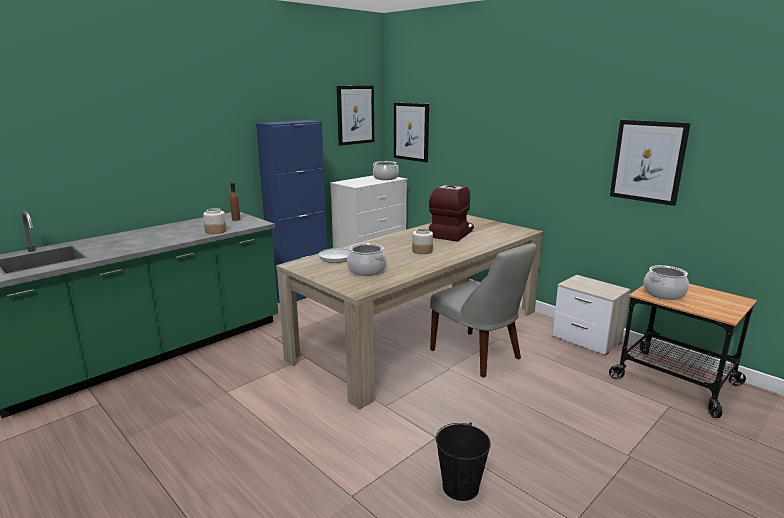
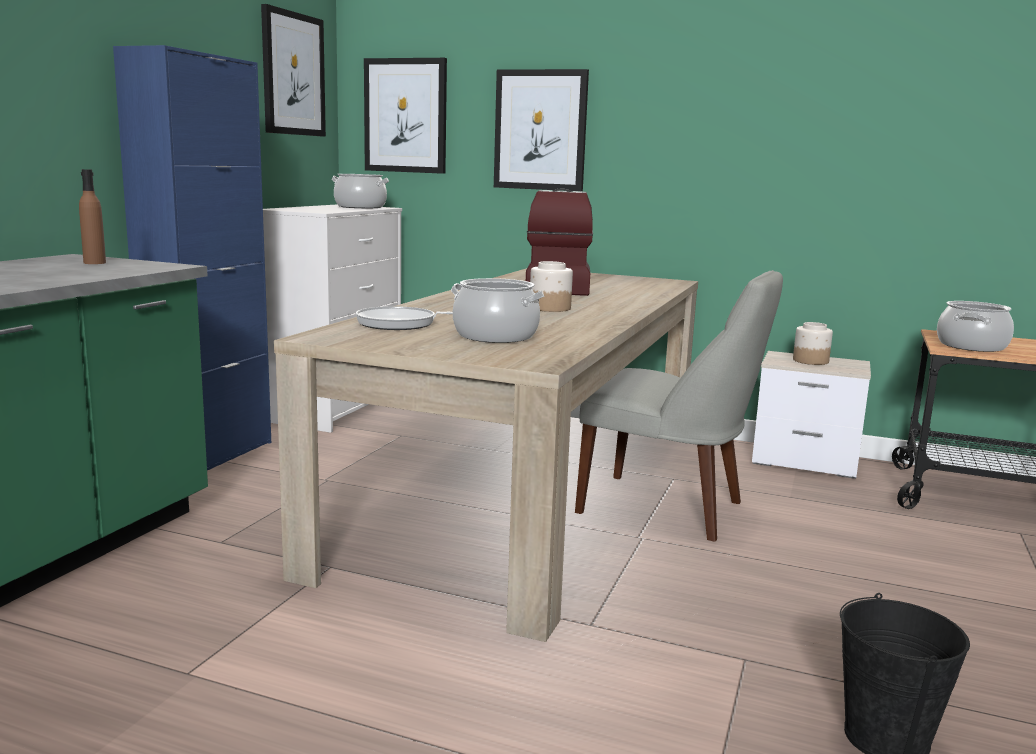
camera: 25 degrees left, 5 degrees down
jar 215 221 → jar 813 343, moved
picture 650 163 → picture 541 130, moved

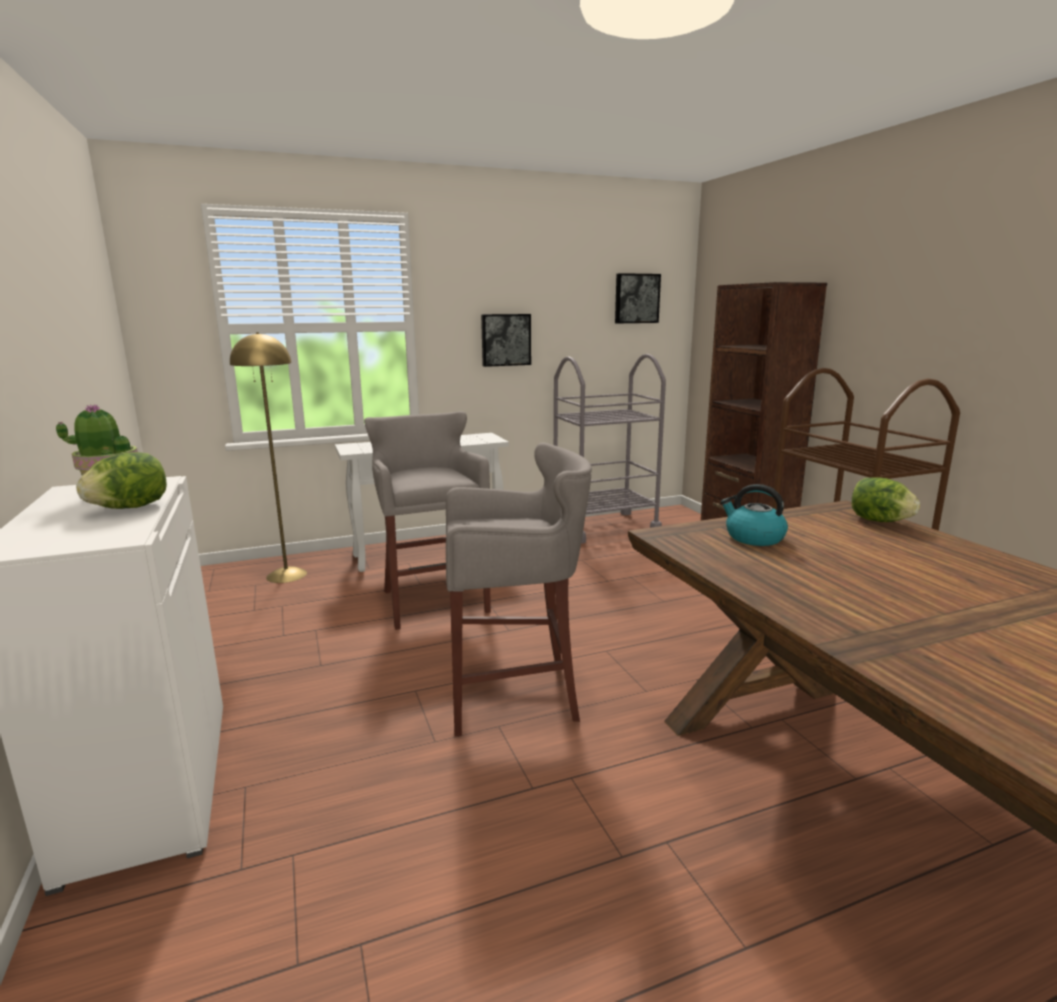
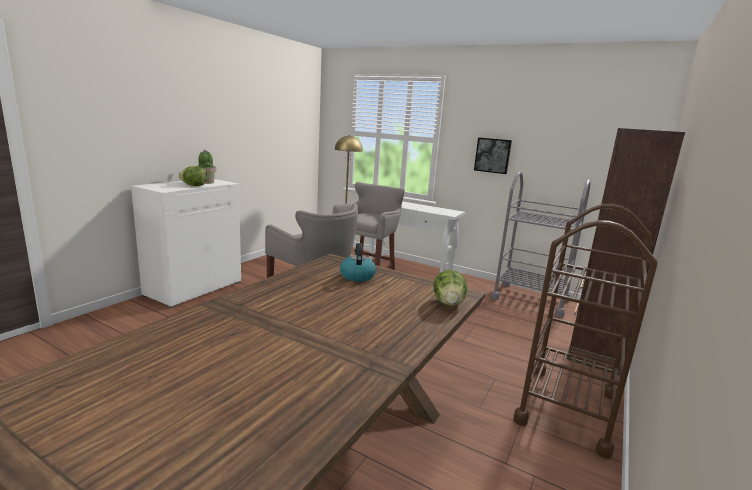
camera: 50 degrees right, 0 degrees up
picture 638 298 → -

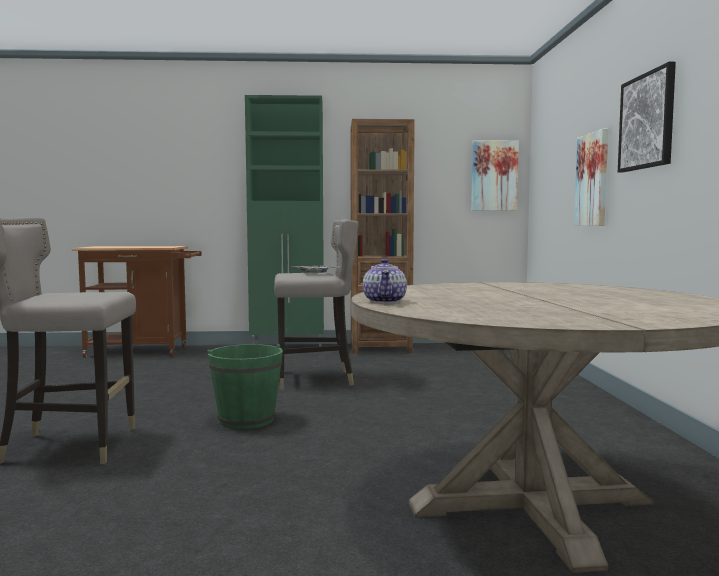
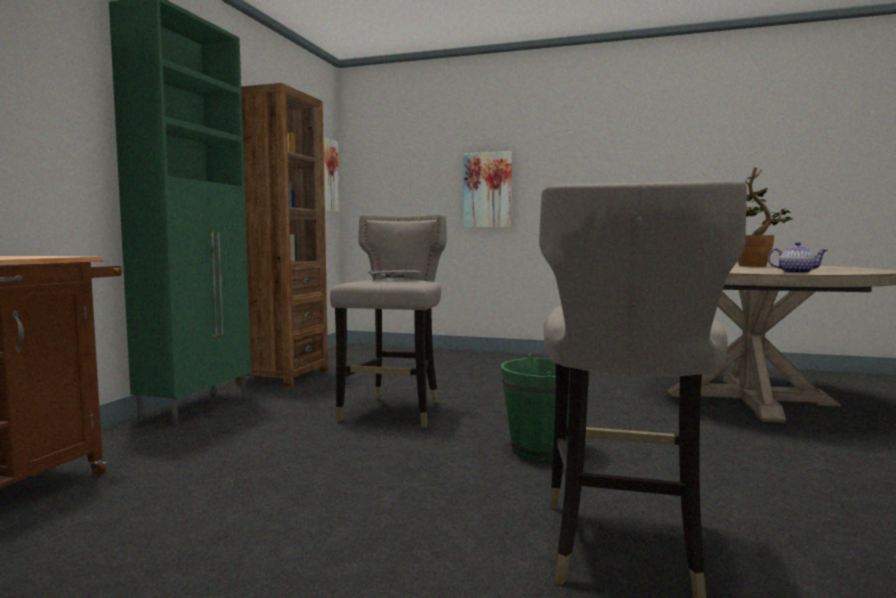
camera: 70 degrees left, 0 degrees up
picture 647 117 → -
- → potted plant 765 217

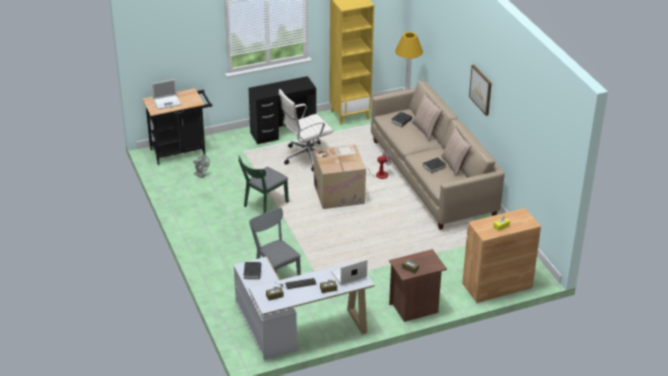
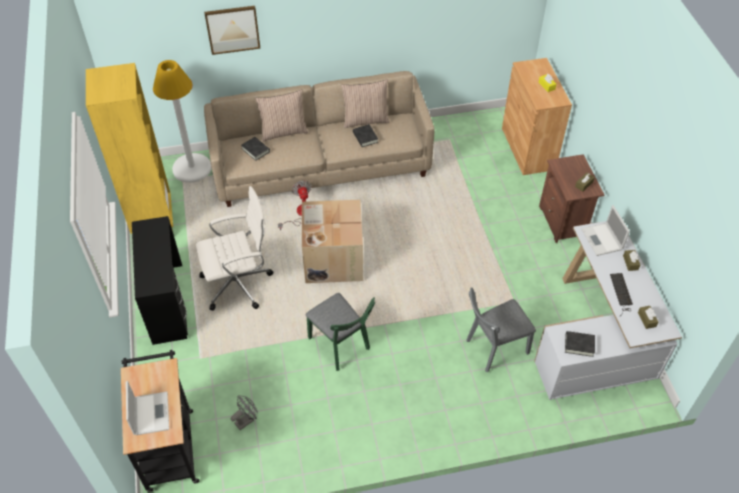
camera: 80 degrees left, 15 degrees up
picture 480 90 → picture 232 30, moved
office chair (white) 306 130 → office chair (white) 235 248, 90 degrees counterclockwise

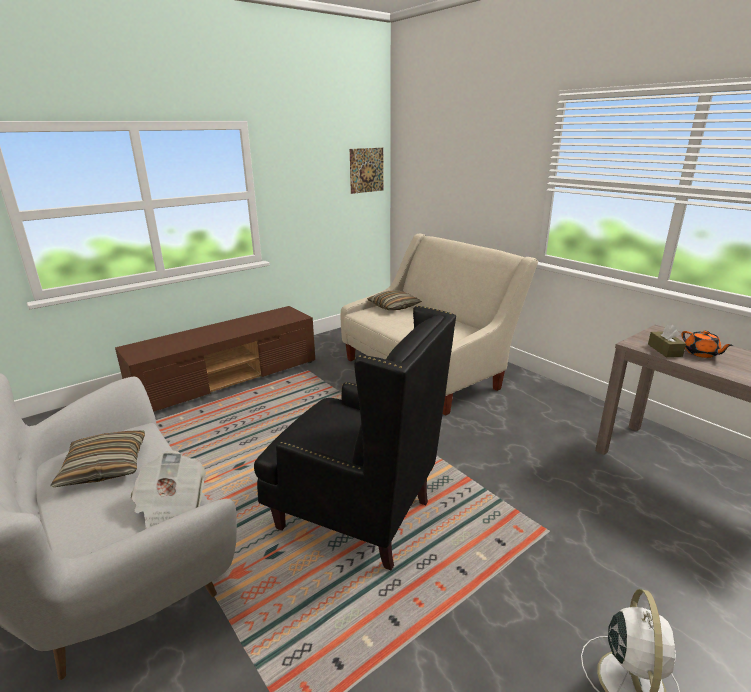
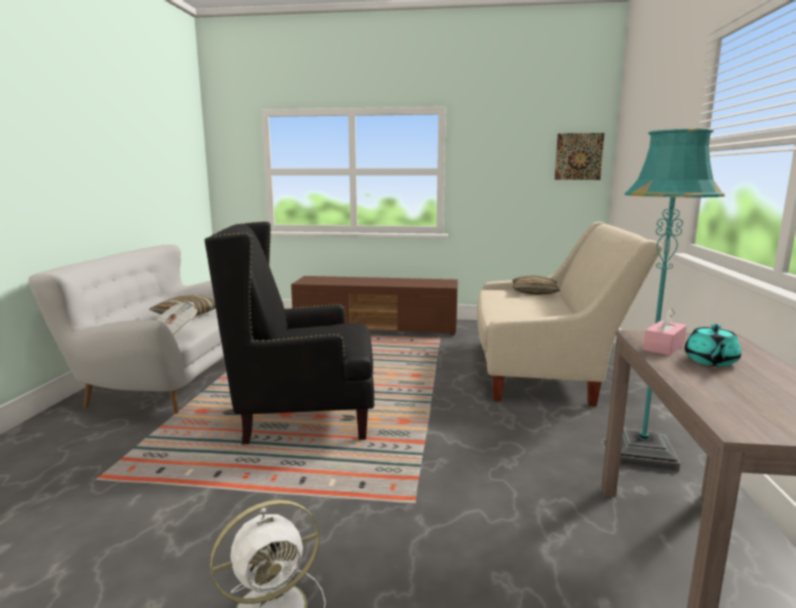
camera: 45 degrees right, 10 degrees down
- → floor lamp (turquoise) 672 300
tissue box (brown) 667 341 → tissue box (pink) 665 332
teapot (orange) 707 344 → teapot (turquoise) 713 345
armchair (black) 355 438 → armchair (black) 289 332, 105 degrees clockwise

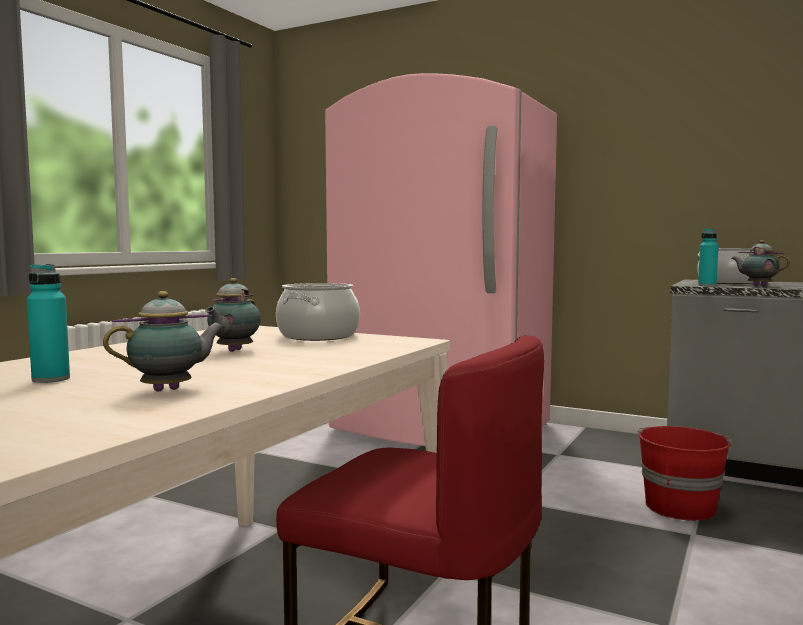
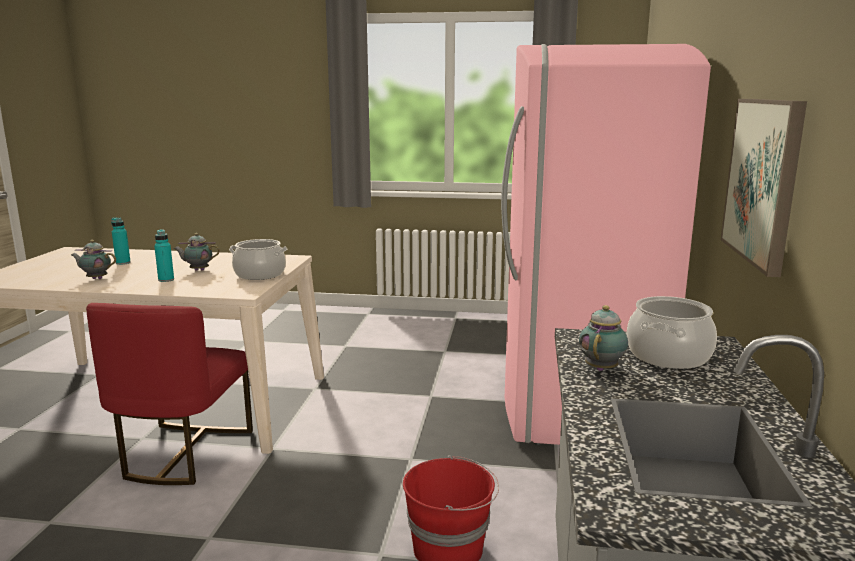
camera: 70 degrees right, 10 degrees up
- → picture 764 188
bottle (turquoise) 708 257 → bottle (turquoise) 164 255, moved
teapot 164 341 → teapot 93 259, 150 degrees clockwise

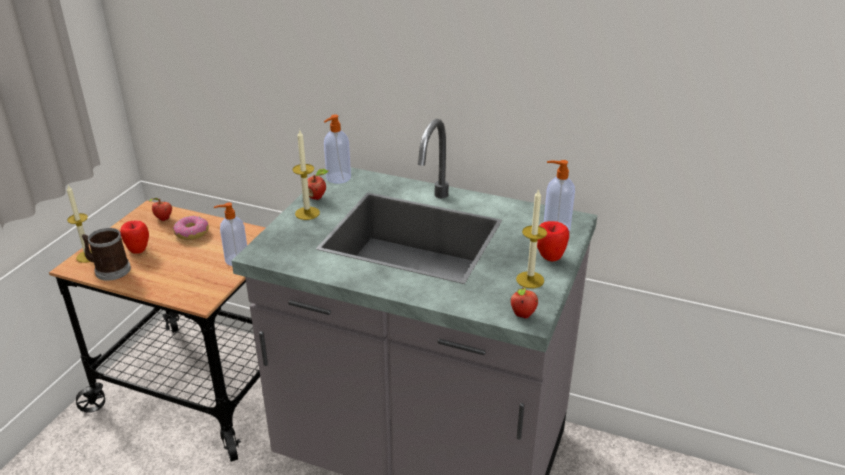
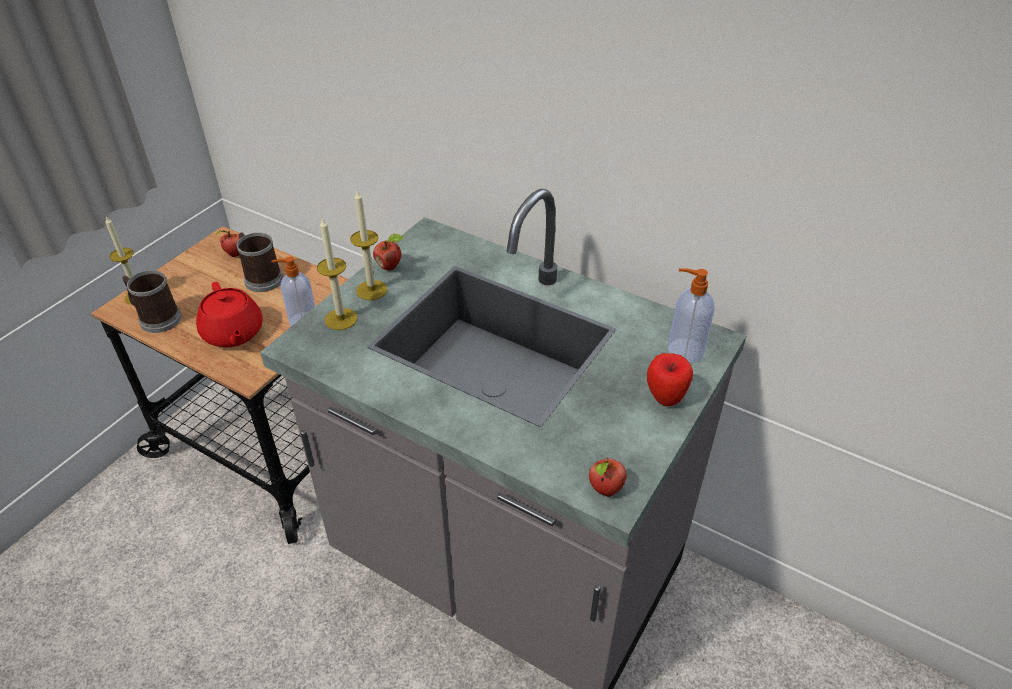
camera: 10 degrees right, 10 degrees up
apple 134 237 → -
soap dispenser 337 148 → -
- → teapot (red) 229 314
candle 531 238 → candle 337 273, moved
donut 191 228 → mug 260 262

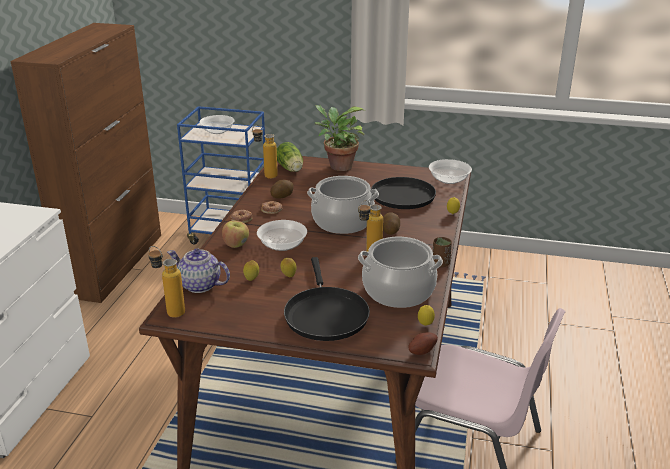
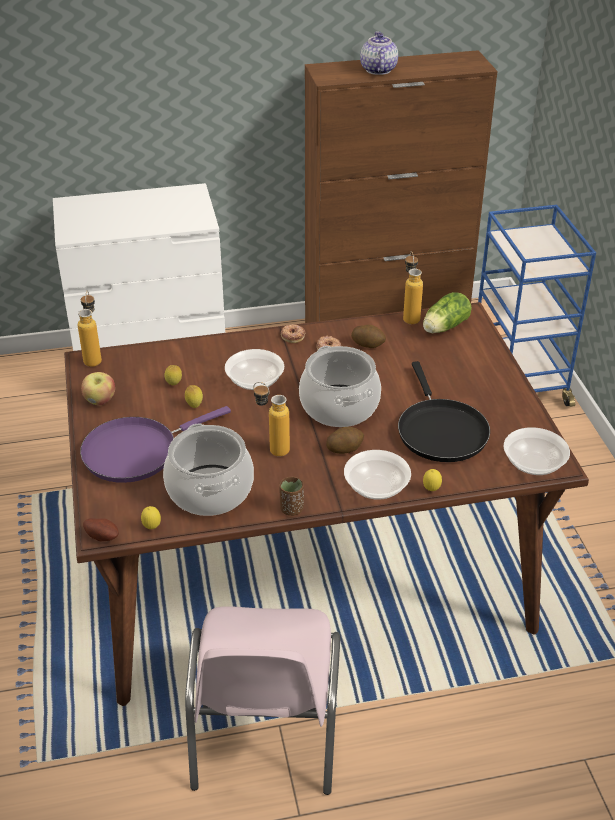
camera: 65 degrees right, 10 degrees up
potted plant 340 138 → -
teapot 198 271 → teapot 379 53, moved
bowl 216 124 → bowl 377 475, moved
apple 235 234 → apple 98 388, moved
frying pan (black) 327 299 → frying pan (purple) 155 444

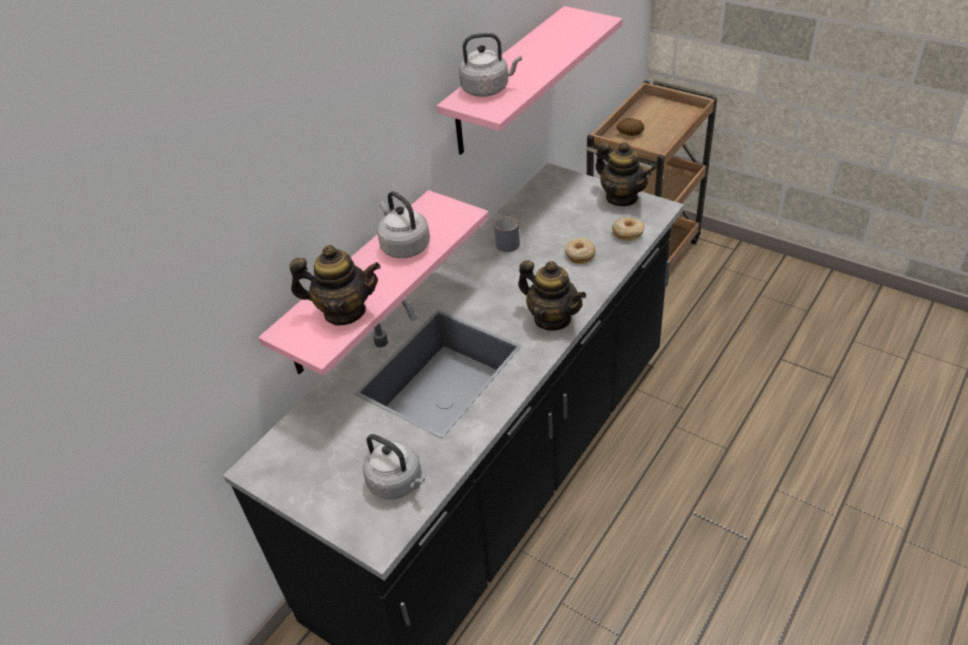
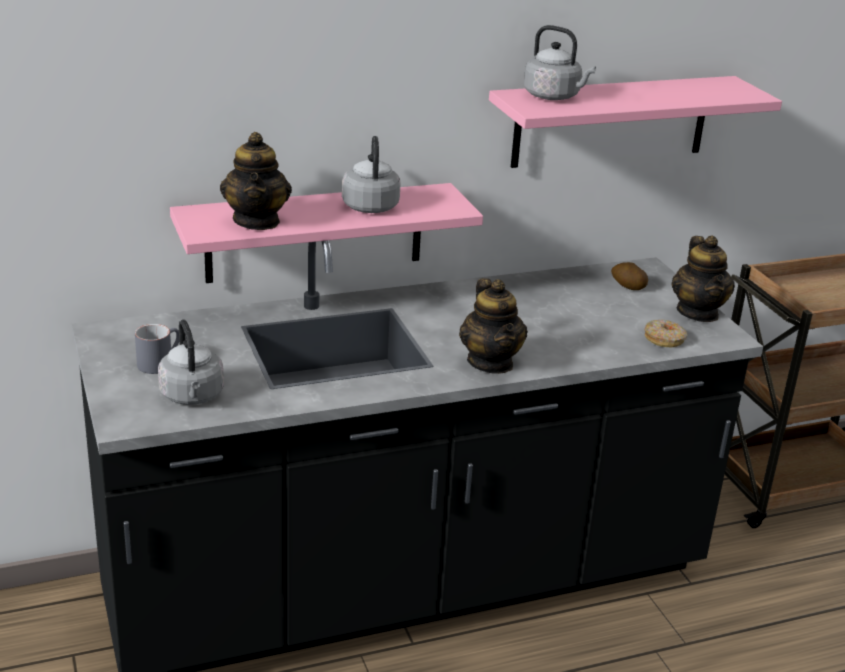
camera: 30 degrees right, 15 degrees down
donut 580 251 → -
mug (grey) 507 233 → mug (grey) 157 349, moved
potato 630 127 → potato 629 276, moved
teapot 335 285 → teapot 256 181, 45 degrees clockwise

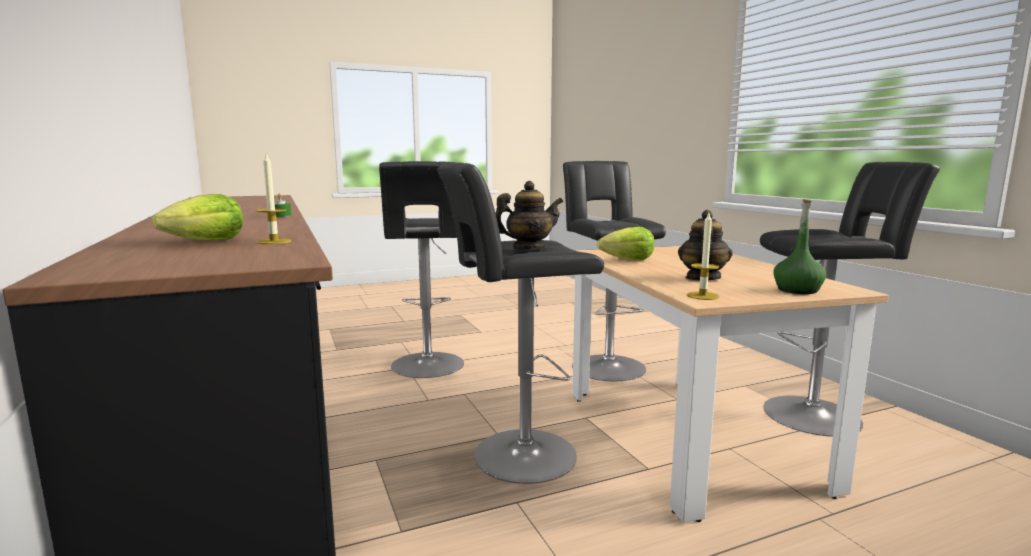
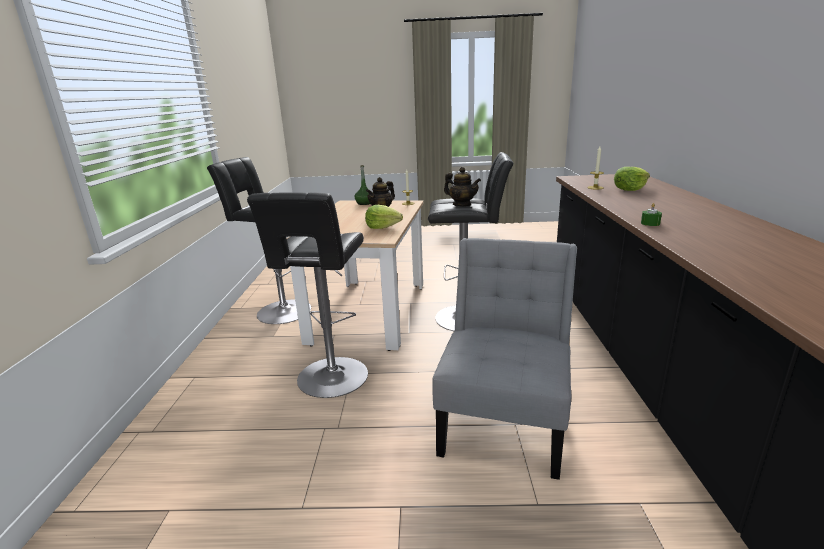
camera: 155 degrees left, 10 degrees up
stool (black) 421 269 → chair (grey) 504 359
teapot 529 215 → teapot 462 186, 150 degrees counterclockwise

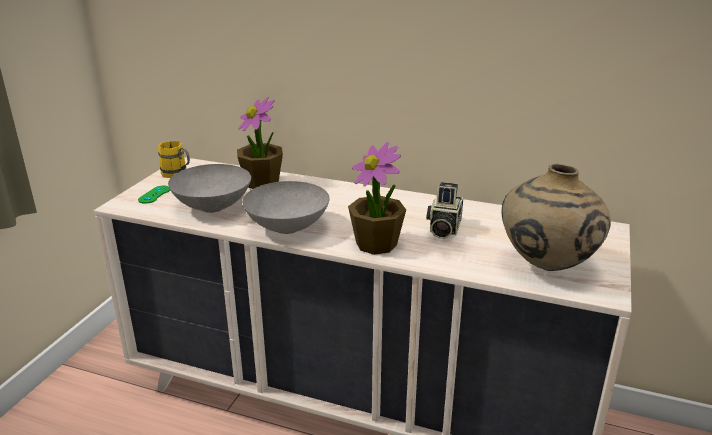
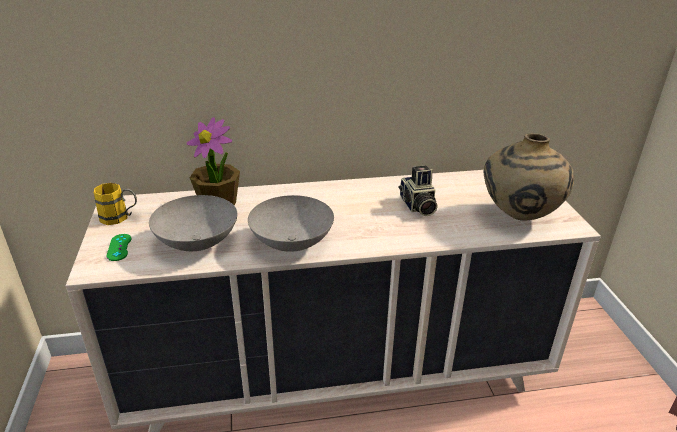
camera: 30 degrees left, 5 degrees up
potted plant 377 198 → -

